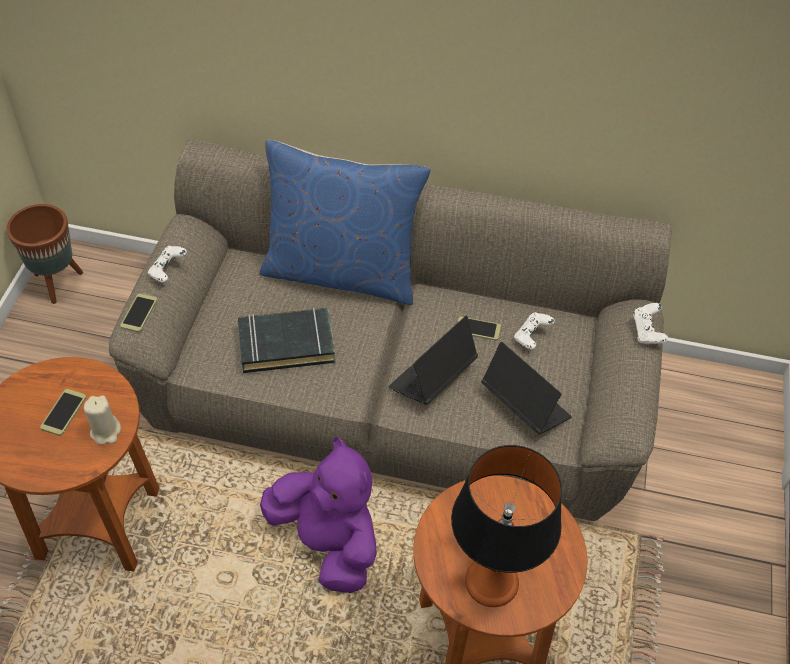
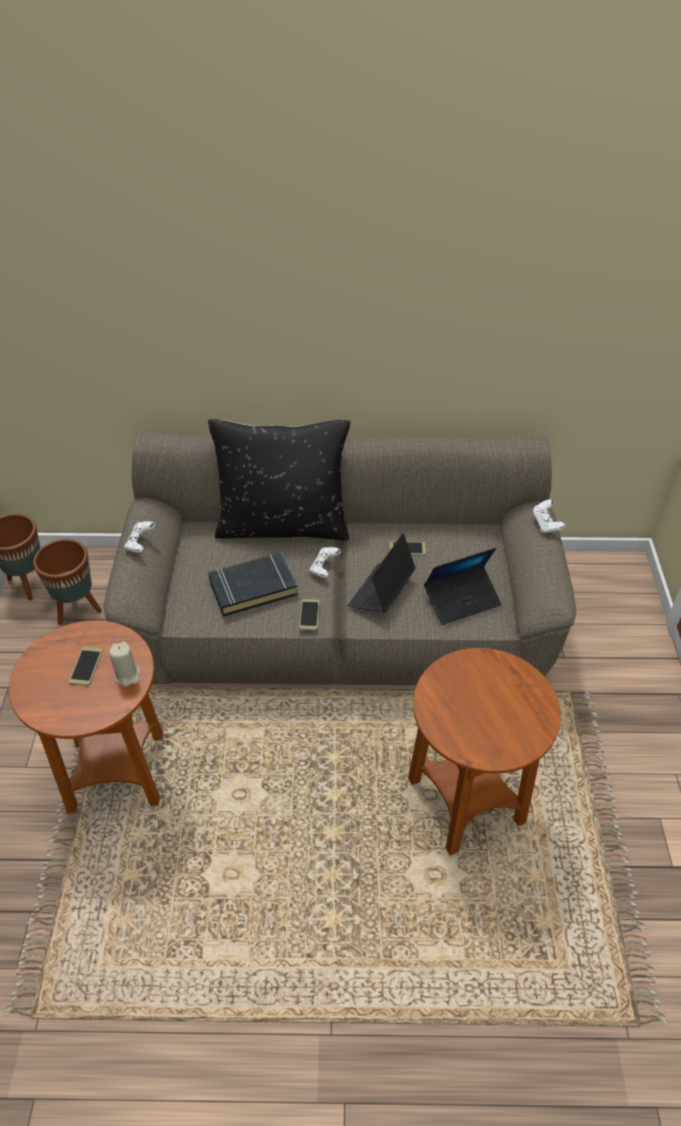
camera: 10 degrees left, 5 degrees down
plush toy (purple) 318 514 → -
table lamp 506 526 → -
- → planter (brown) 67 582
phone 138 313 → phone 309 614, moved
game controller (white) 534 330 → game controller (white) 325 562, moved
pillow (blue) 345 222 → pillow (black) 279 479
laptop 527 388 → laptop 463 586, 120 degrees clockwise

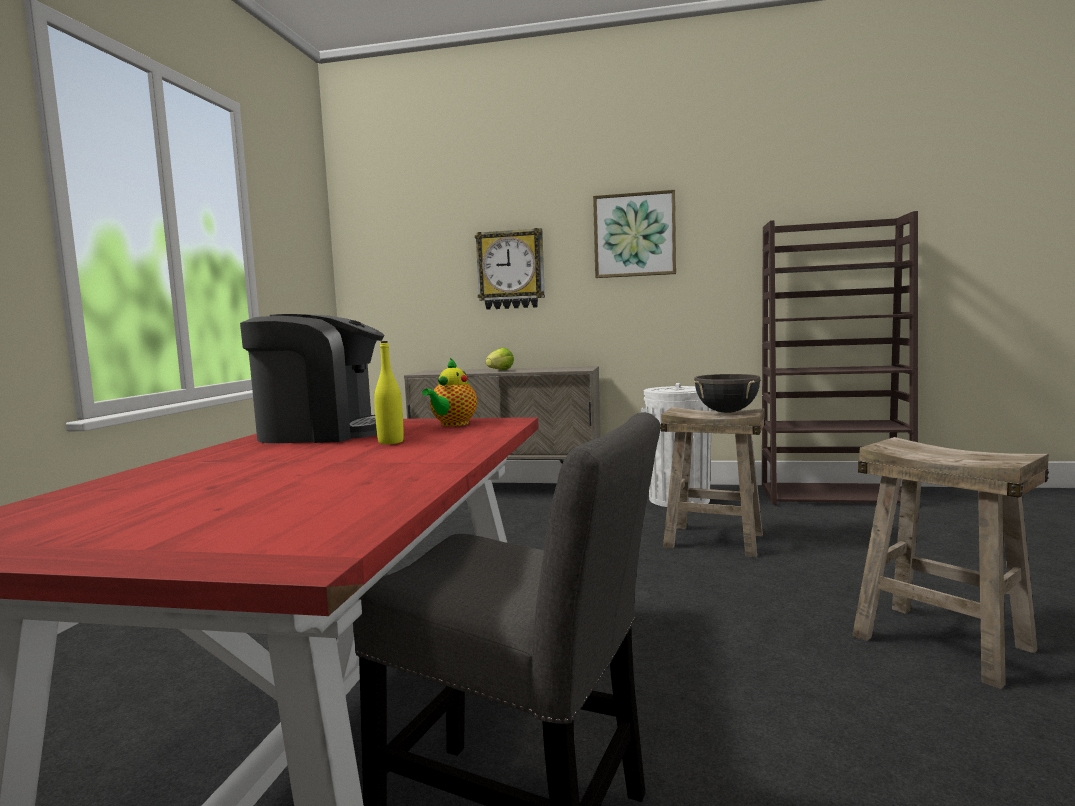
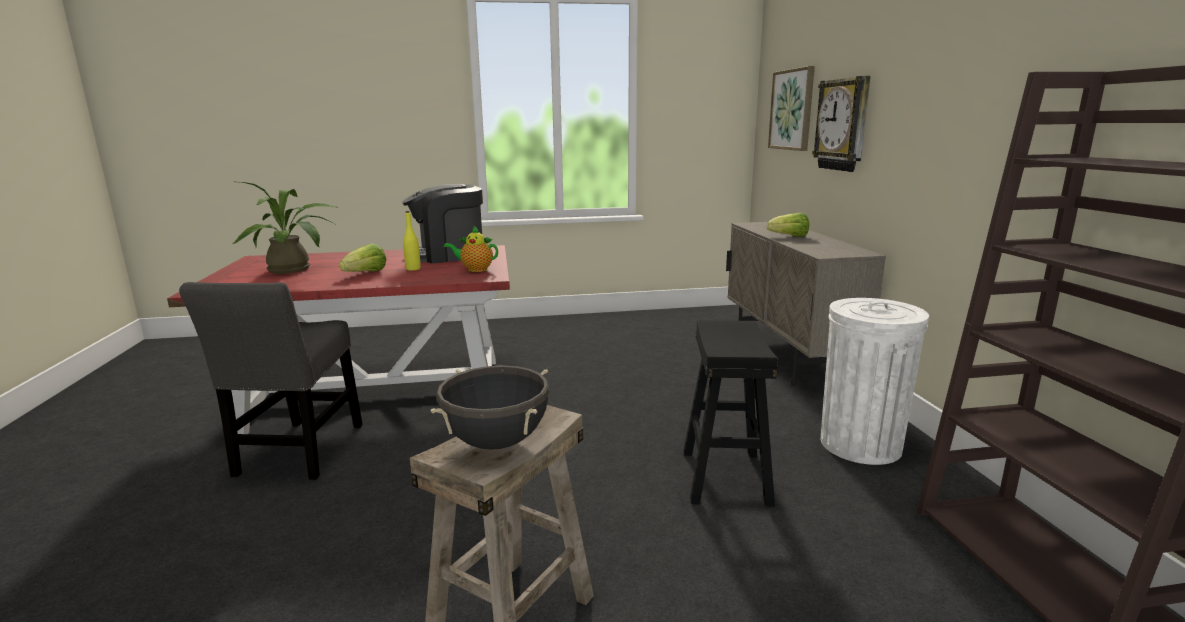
camera: 70 degrees right, 10 degrees up
- → potted plant 285 228
- → lettuce 362 257
picture 634 234 → picture 791 108, moved
cooking pot (black) 727 393 → cooking pot (black) 489 407, moved
stool (beige) 712 482 → stool (black) 731 413
coffee machine 312 378 → coffee machine 442 223, 90 degrees clockwise

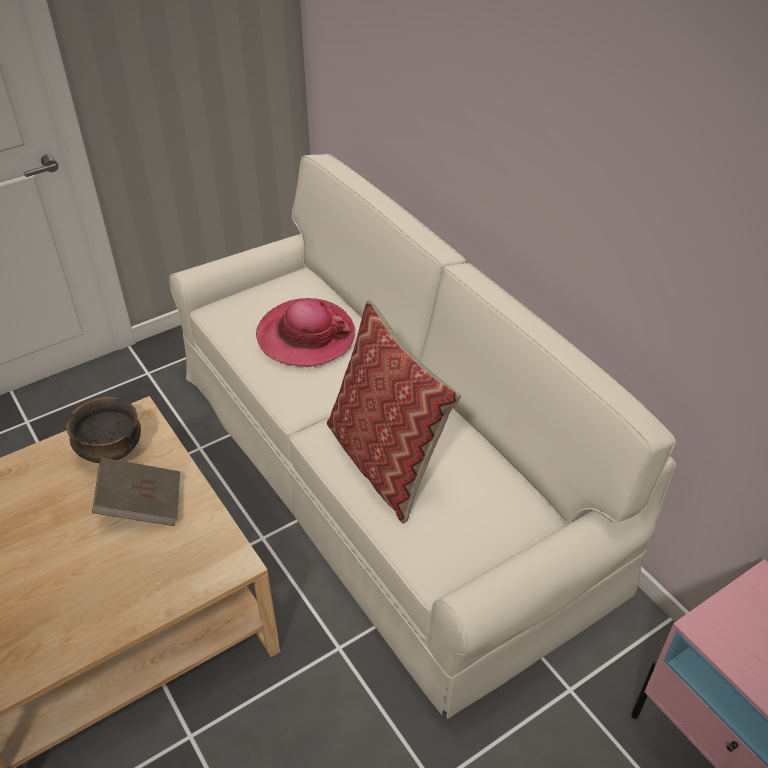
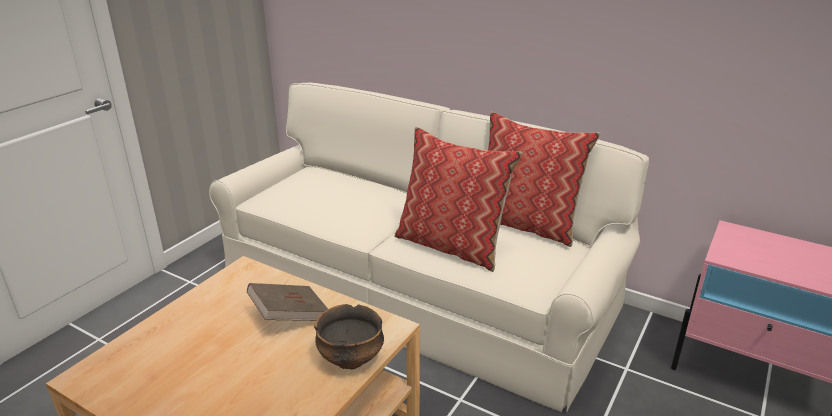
camera: 25 degrees left, 15 degrees down
hat 305 332 → -
- → pillow 544 179
bowl 103 430 → bowl 349 336, moved

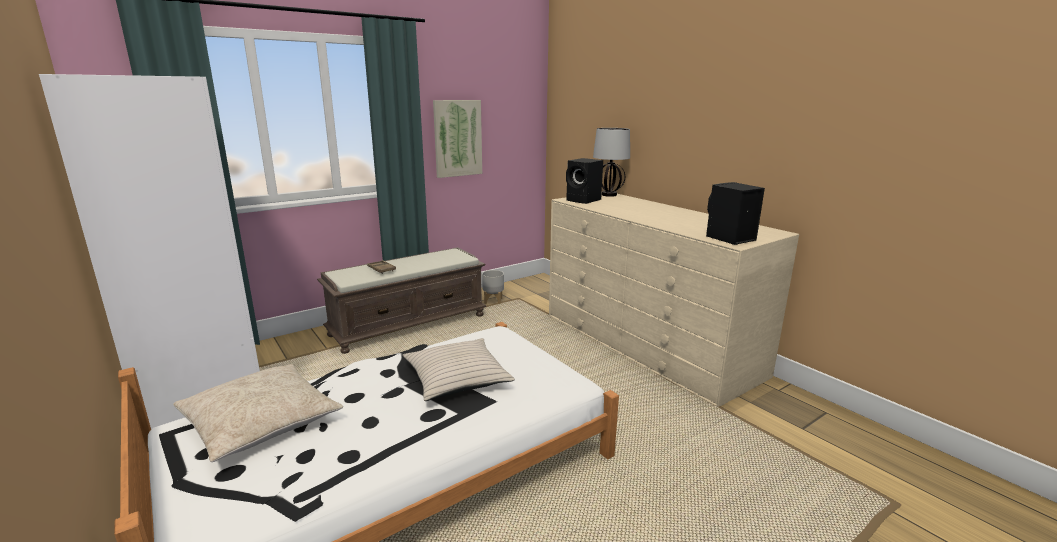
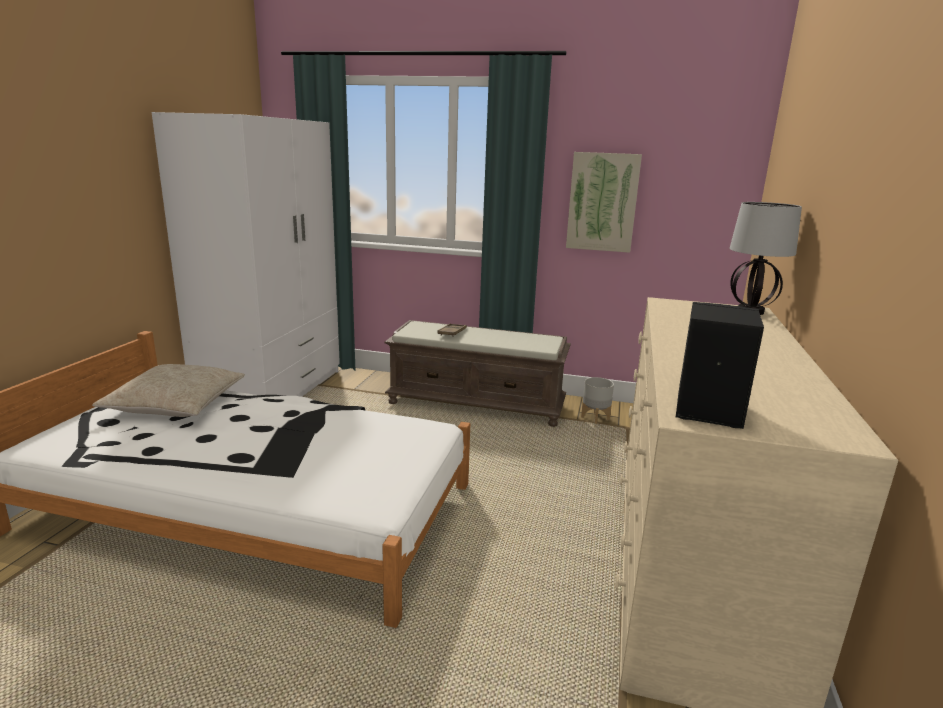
camera: 50 degrees right, 0 degrees up
pillow (beige) 458 369 → -
speaker (black) 584 181 → -

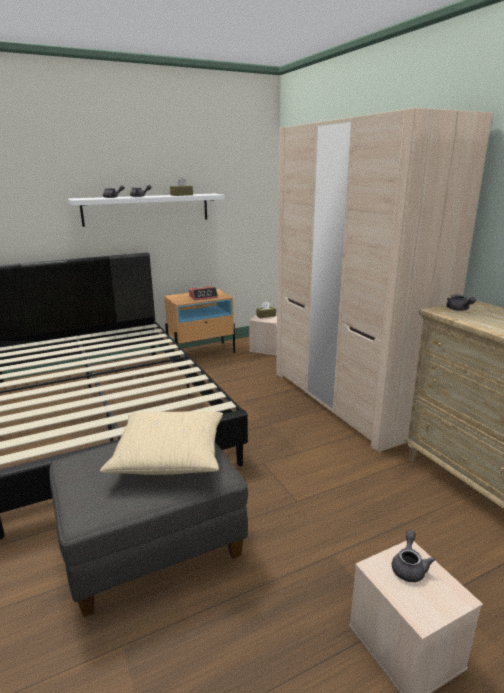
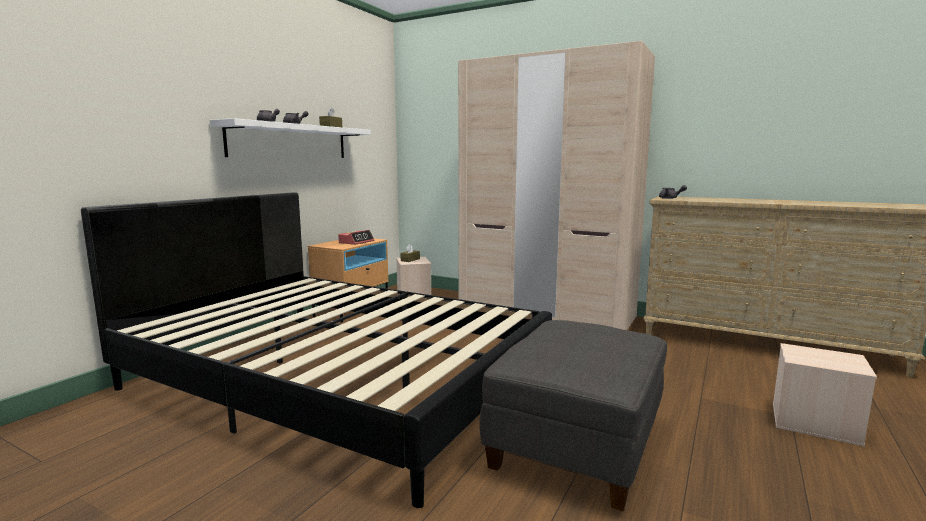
camera: 35 degrees left, 10 degrees down
pillow (beige) 161 443 → -
teapot (grey) 413 556 → -

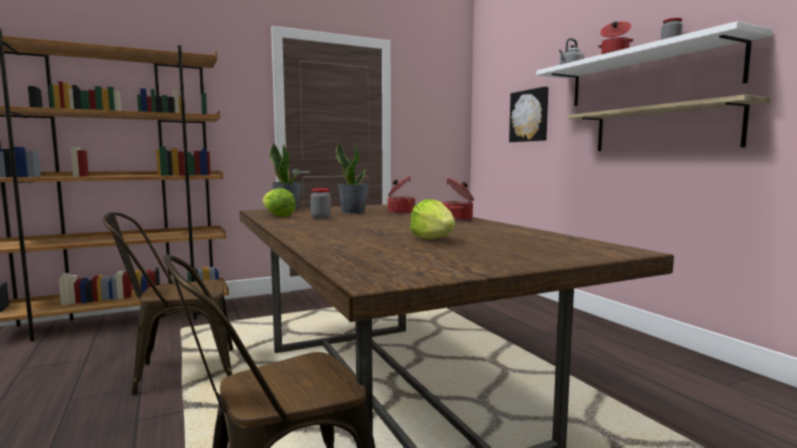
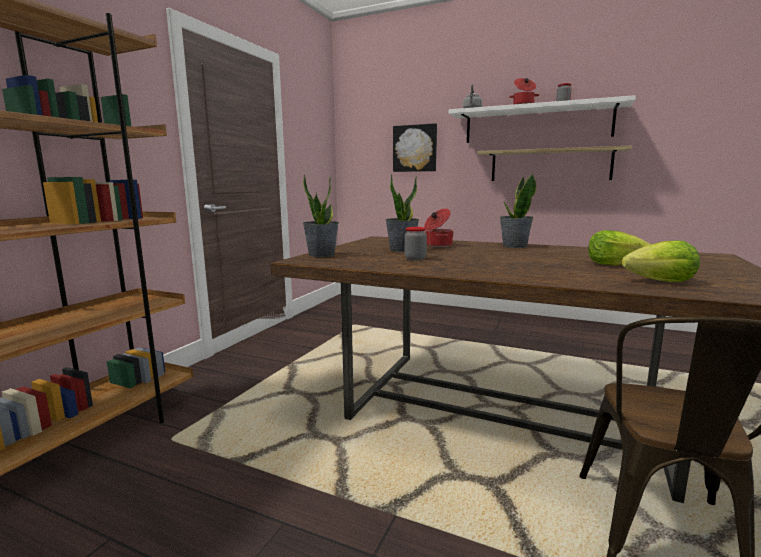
camera: 40 degrees left, 5 degrees up
chair (brown) 168 304 → -
lettuce 279 202 → lettuce 661 261, moved
cooking pot 458 199 → potted plant 518 210

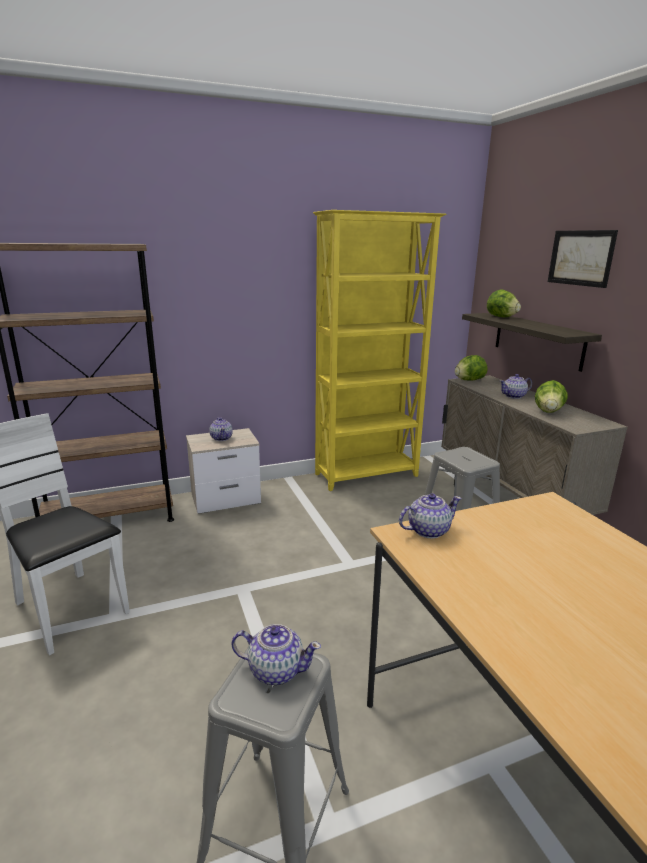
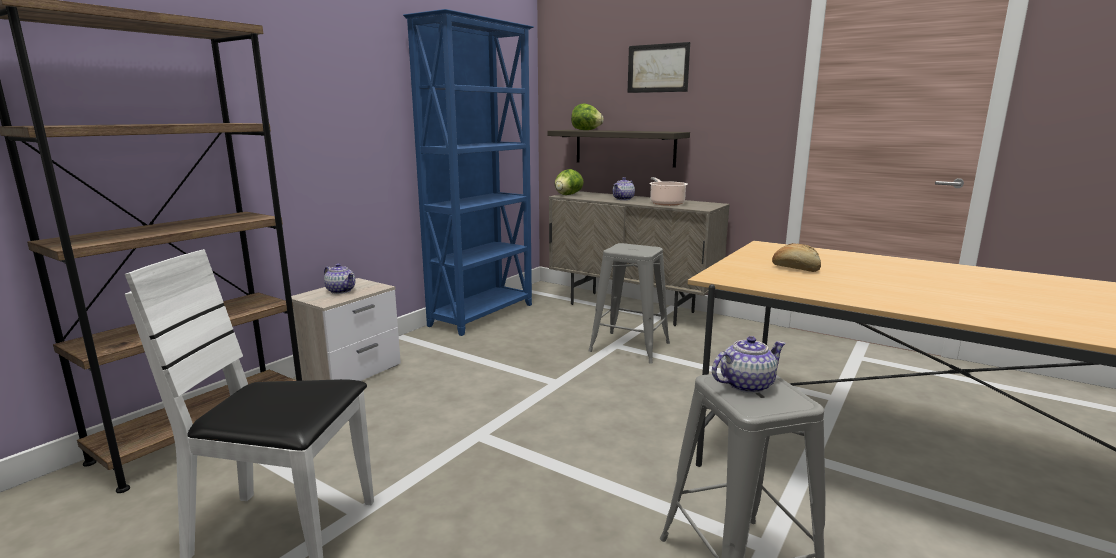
camera: 35 degrees left, 5 degrees down
teapot 430 516 → -
- → bread 796 257
lettuce 551 396 → cooking pot 668 191
bookcase (yellow) 379 350 → bookcase (blue) 468 172

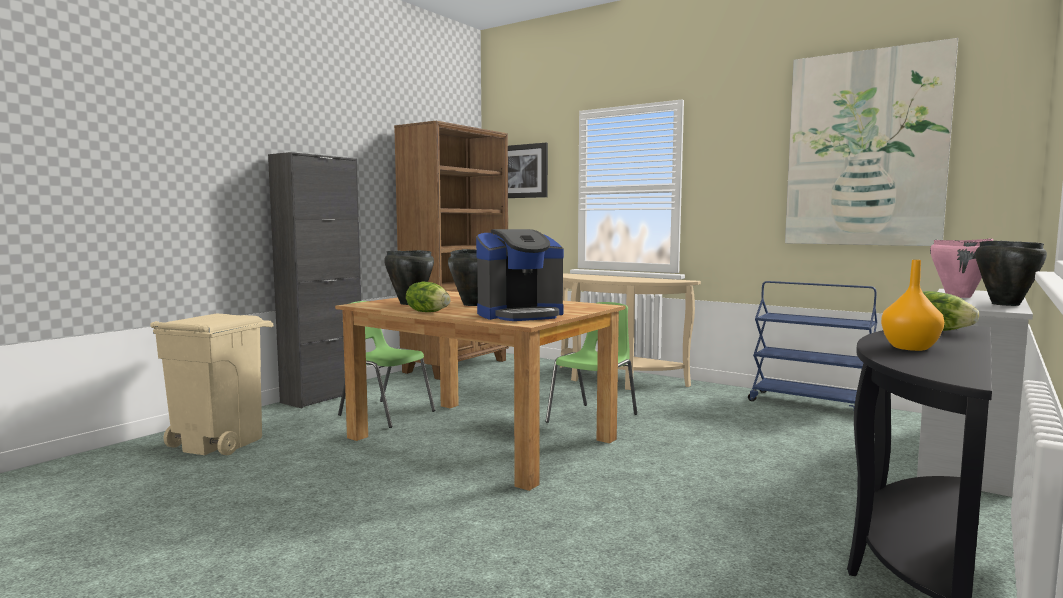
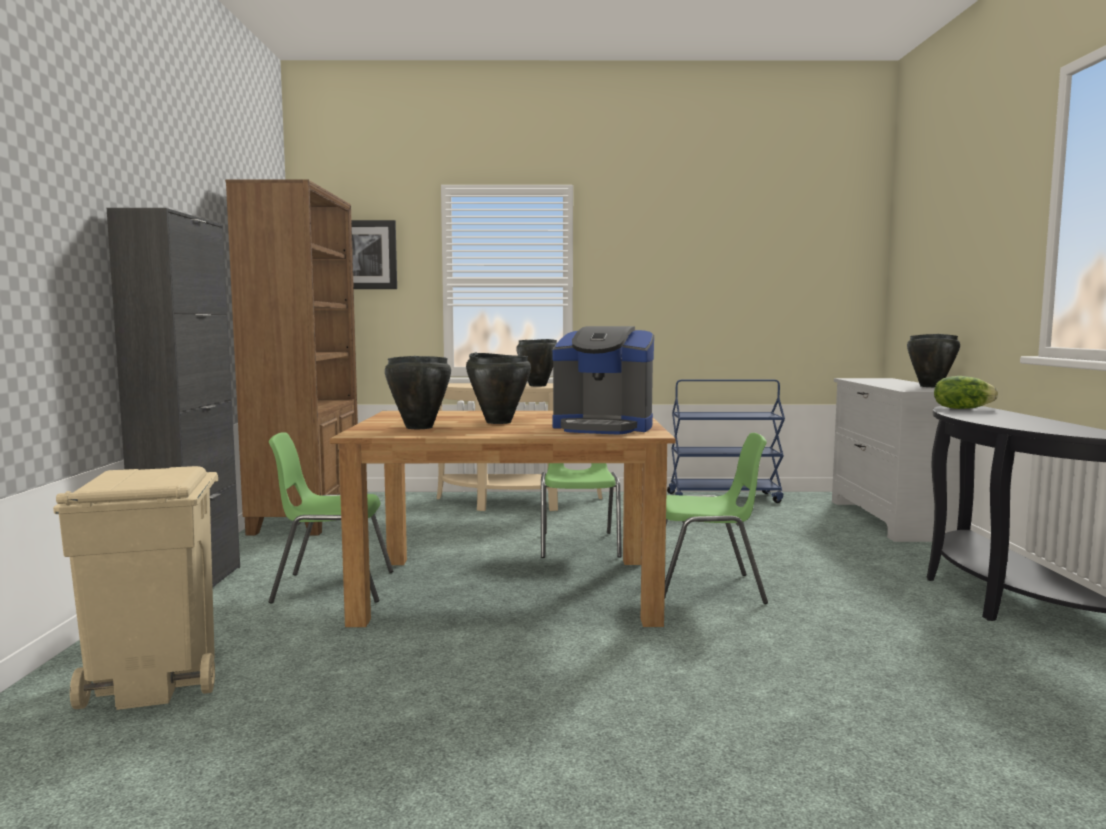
camera: 35 degrees left, 0 degrees up
lettuce 428 297 → -
picture 871 142 → -
vase (orange) 912 305 → -
cooking pot (pink) 961 268 → -
- → cooking pot (black) 536 362
- → chair (green) 716 518
coffee machine 520 275 → coffee machine 603 380, 75 degrees clockwise

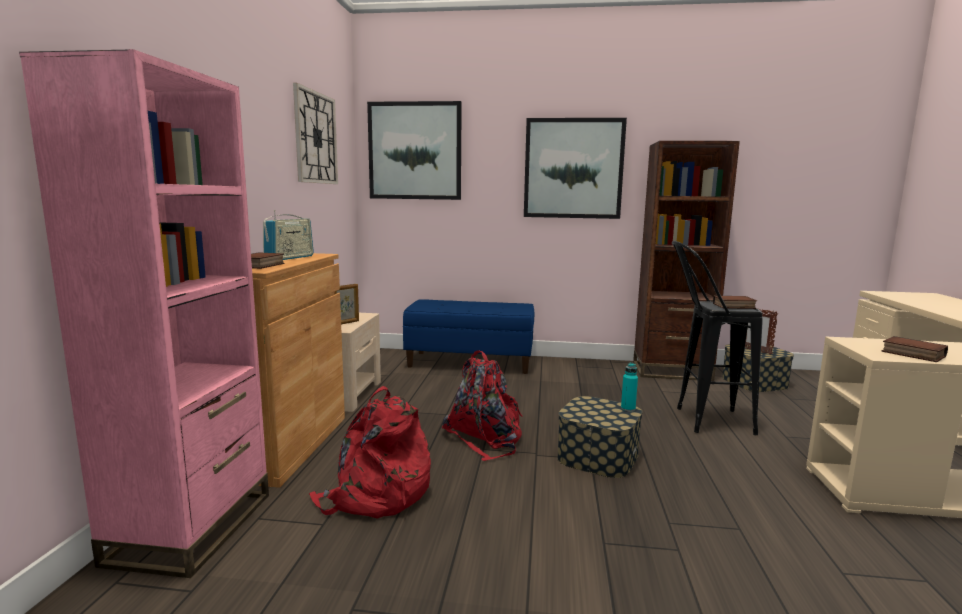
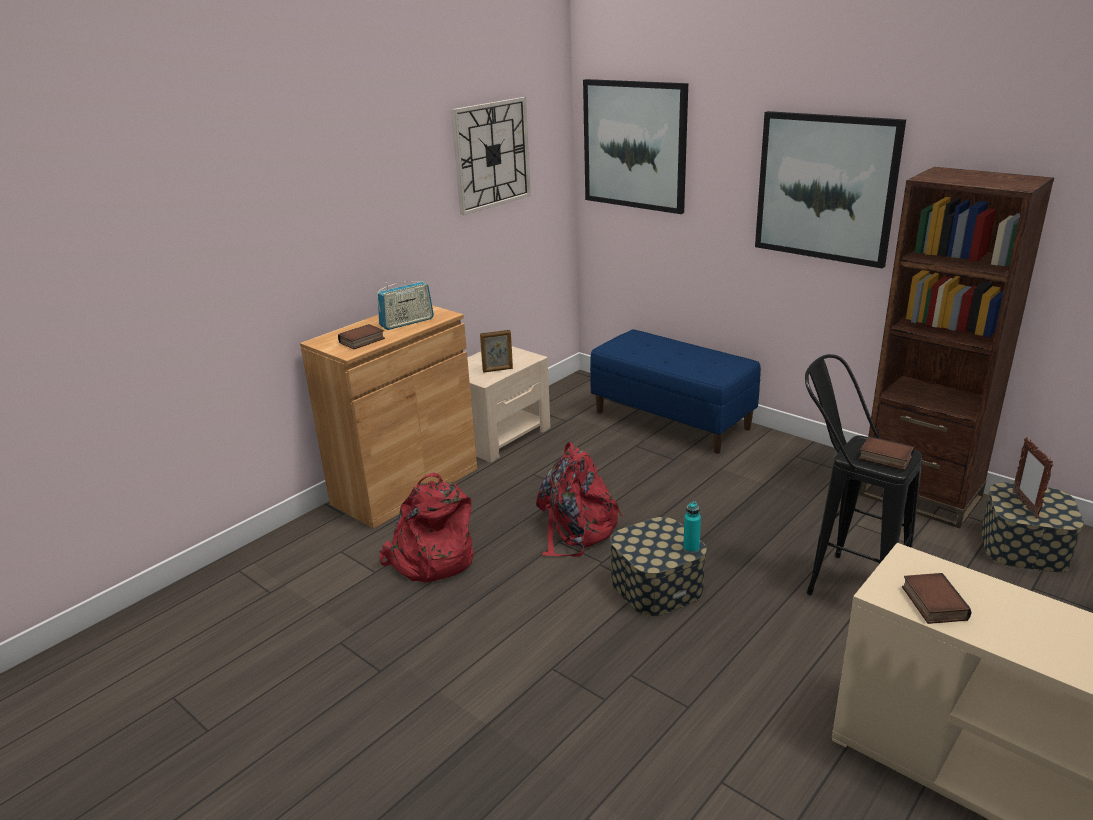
camera: 35 degrees right, 15 degrees up
bookcase (pink) 144 313 → -

